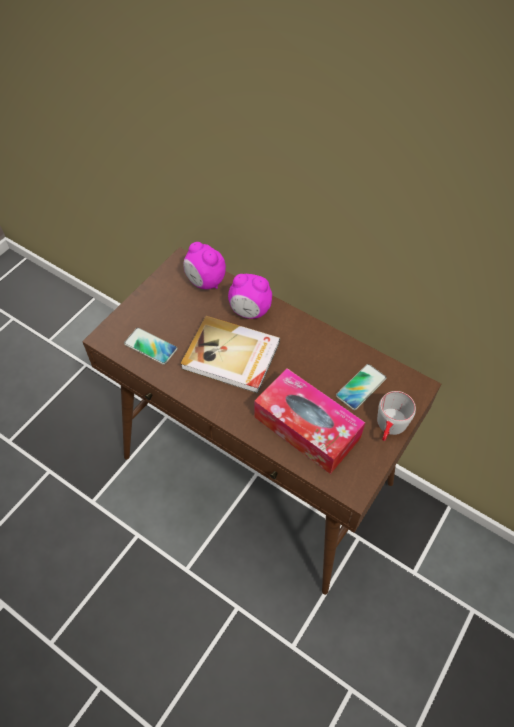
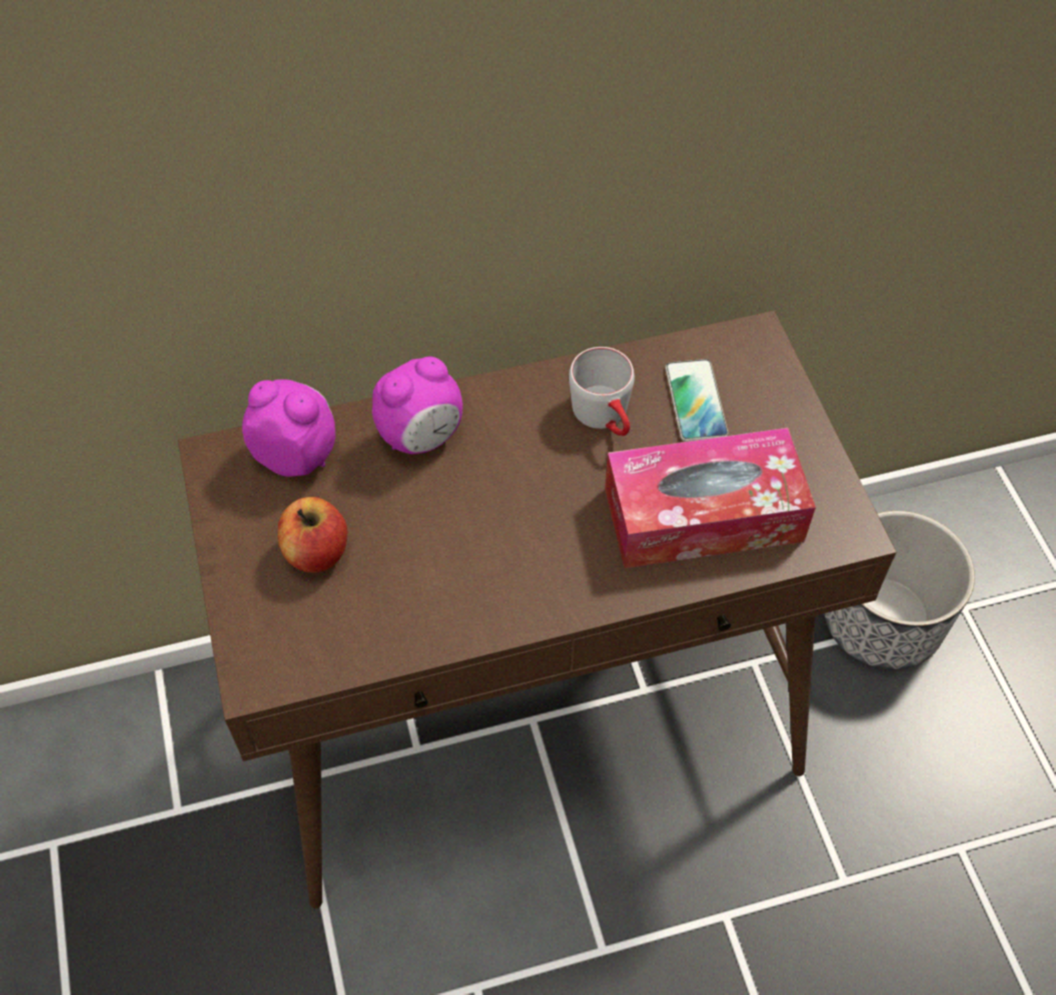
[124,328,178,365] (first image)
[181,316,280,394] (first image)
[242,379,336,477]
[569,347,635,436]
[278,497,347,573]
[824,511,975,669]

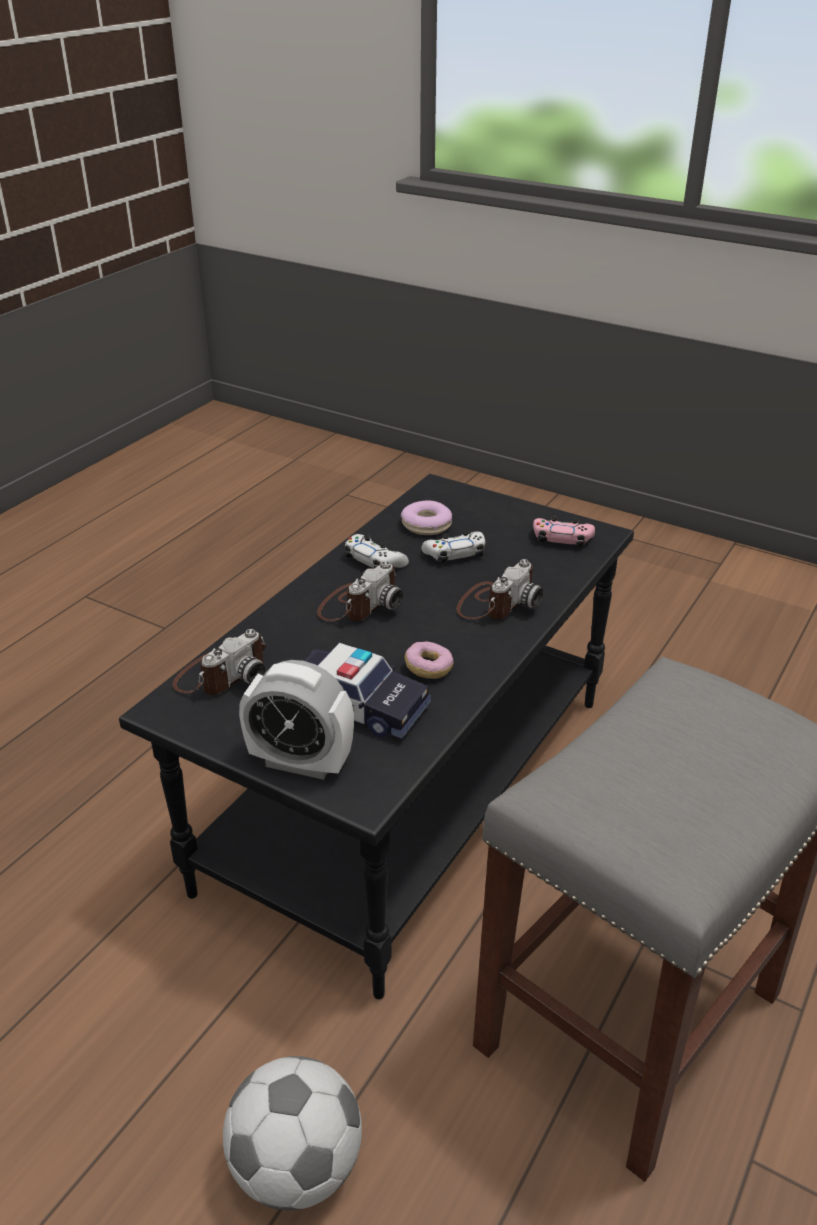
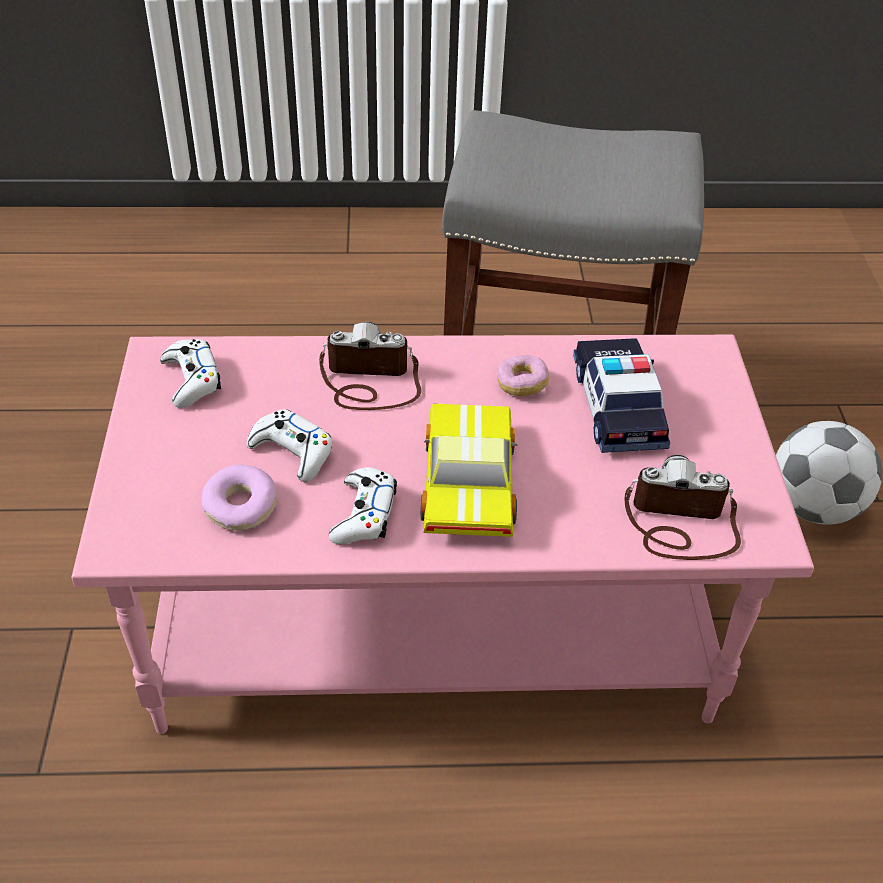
[71,335,814,734]
[239,660,354,780] (first image)
[420,403,518,537]
[160,339,221,408]

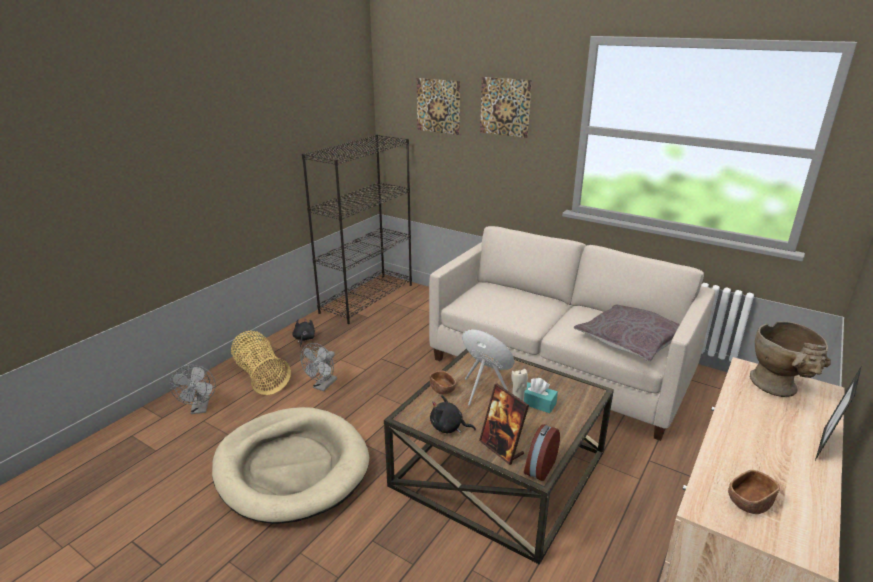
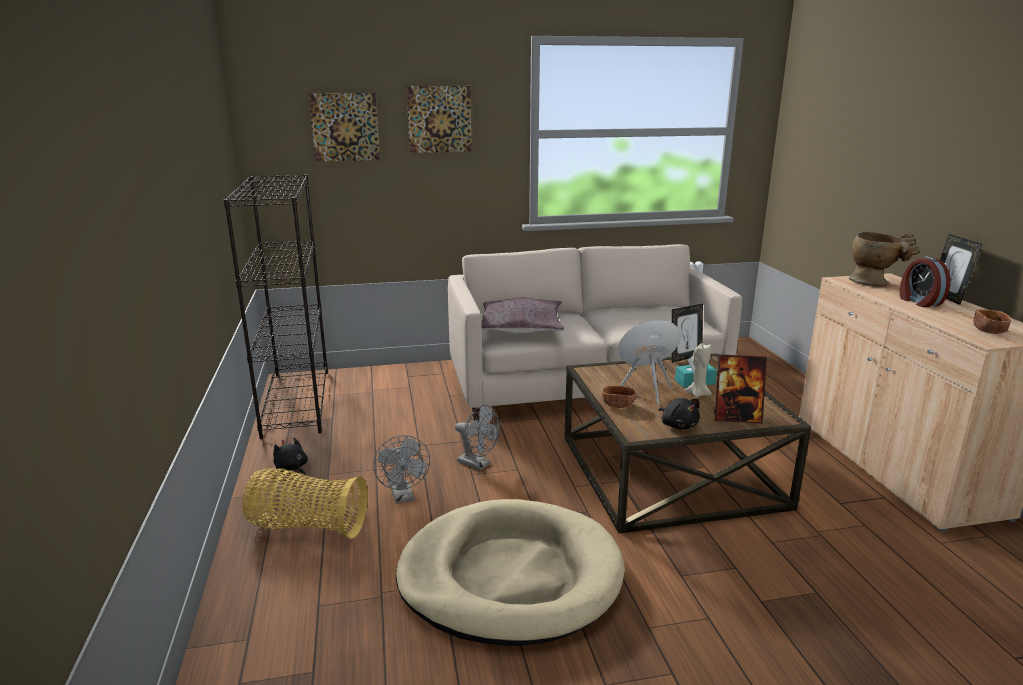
[455,405,500,471]
[658,398,700,429]
[900,256,950,307]
[481,298,564,334]
[672,304,703,363]

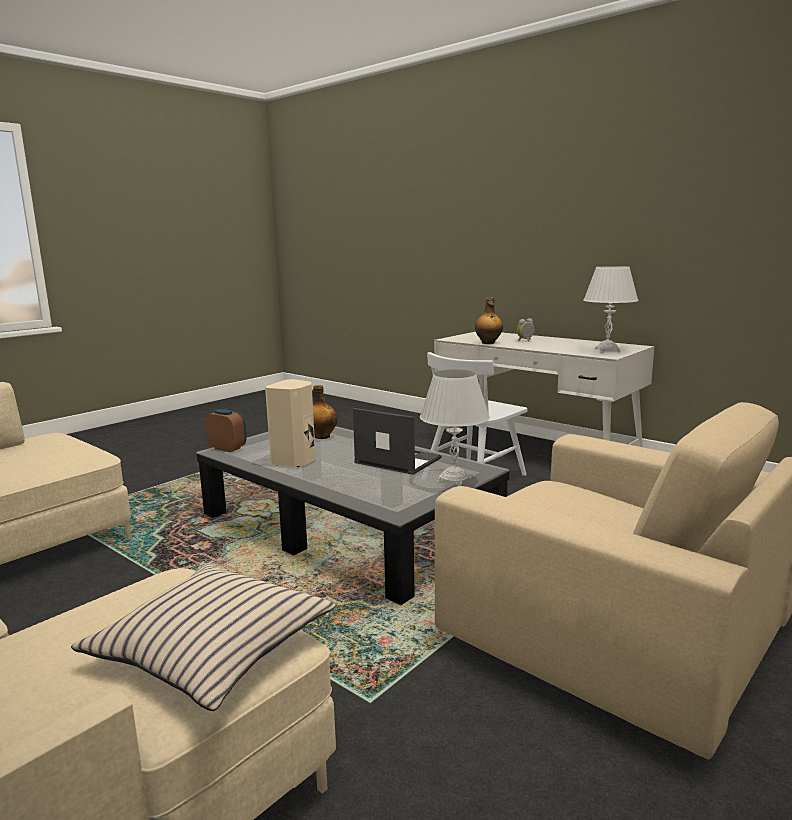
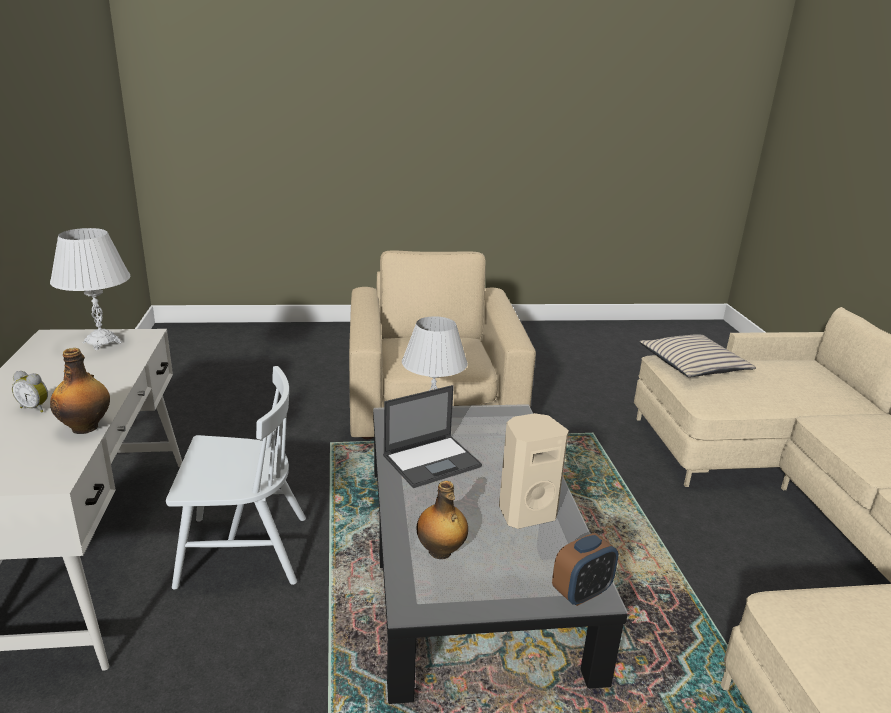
[552,533,618,606]
[383,385,482,488]

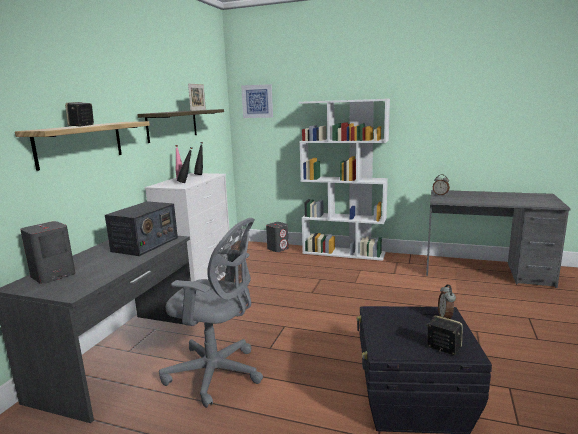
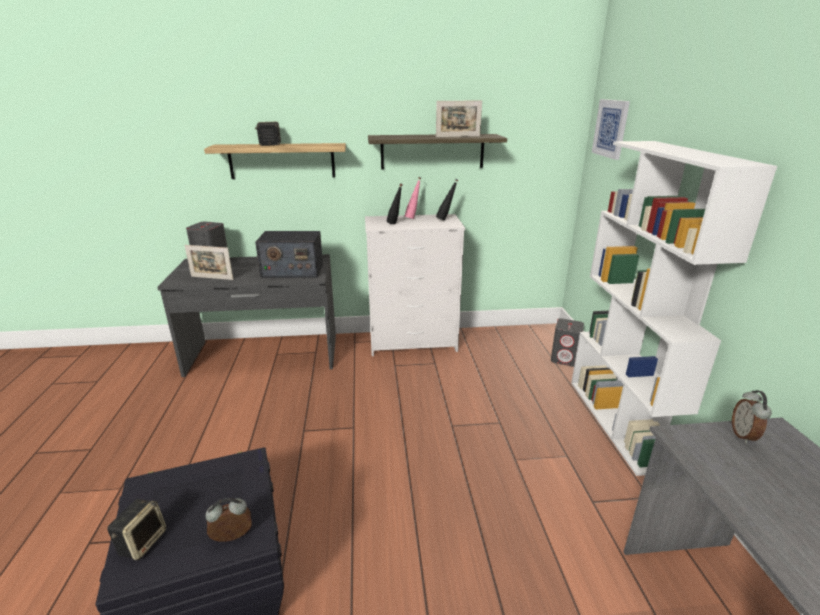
[159,218,263,408] (first image)
[185,245,233,280]

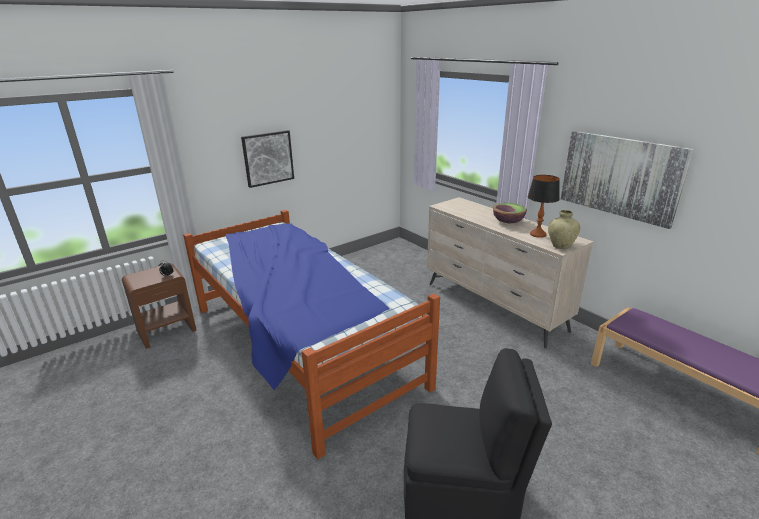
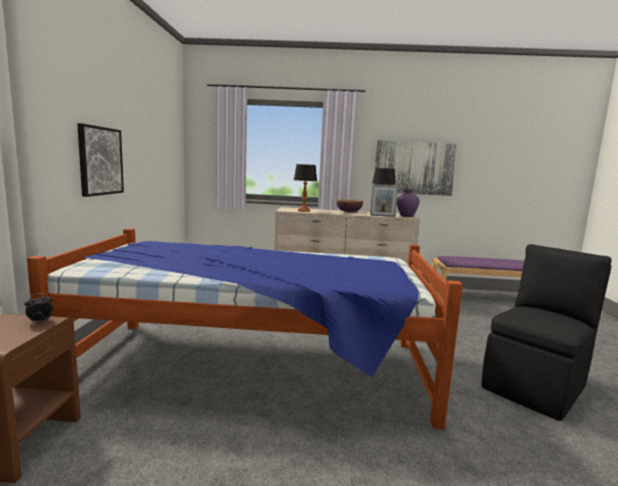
[397,188,419,217]
[294,164,317,212]
[370,185,398,217]

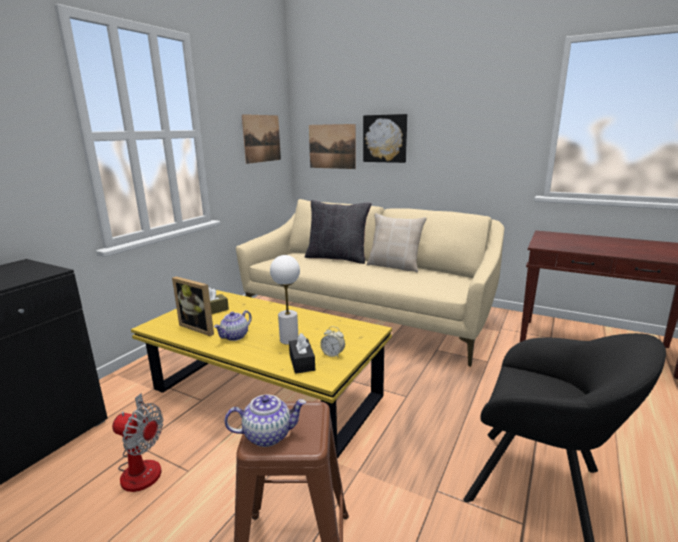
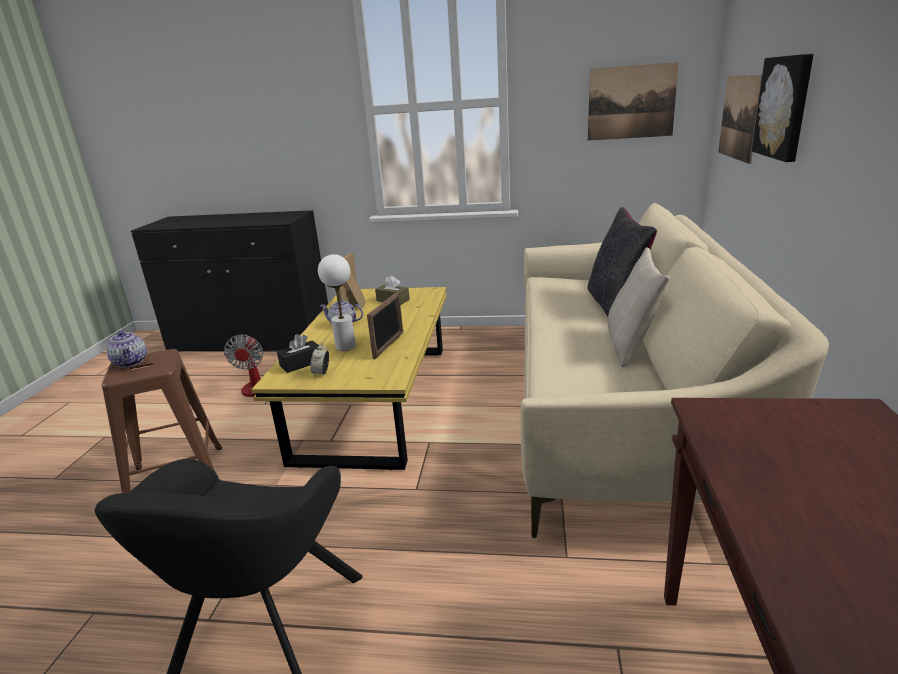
[367,292,403,359]

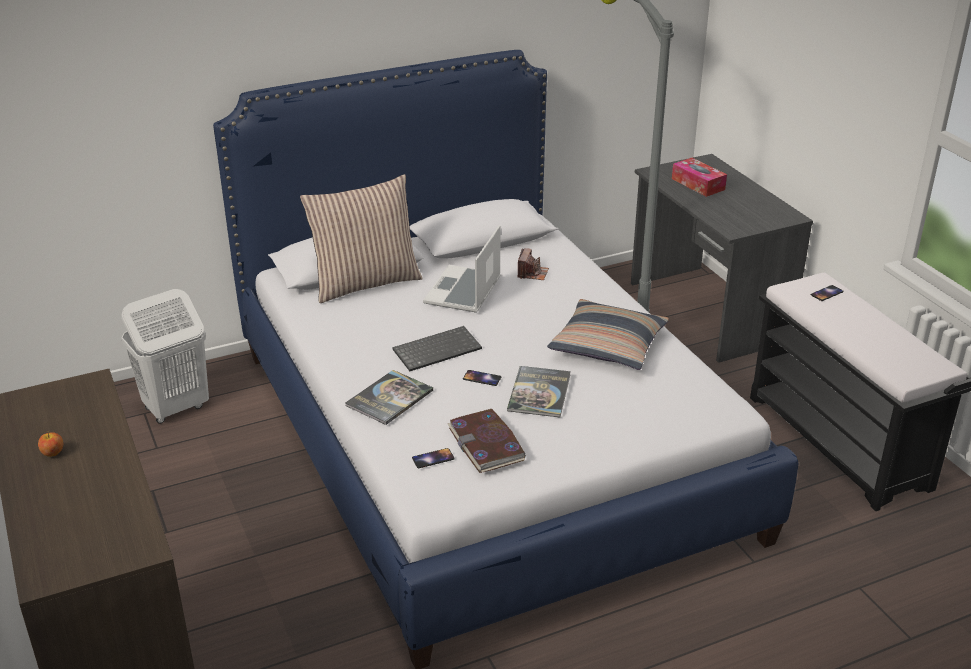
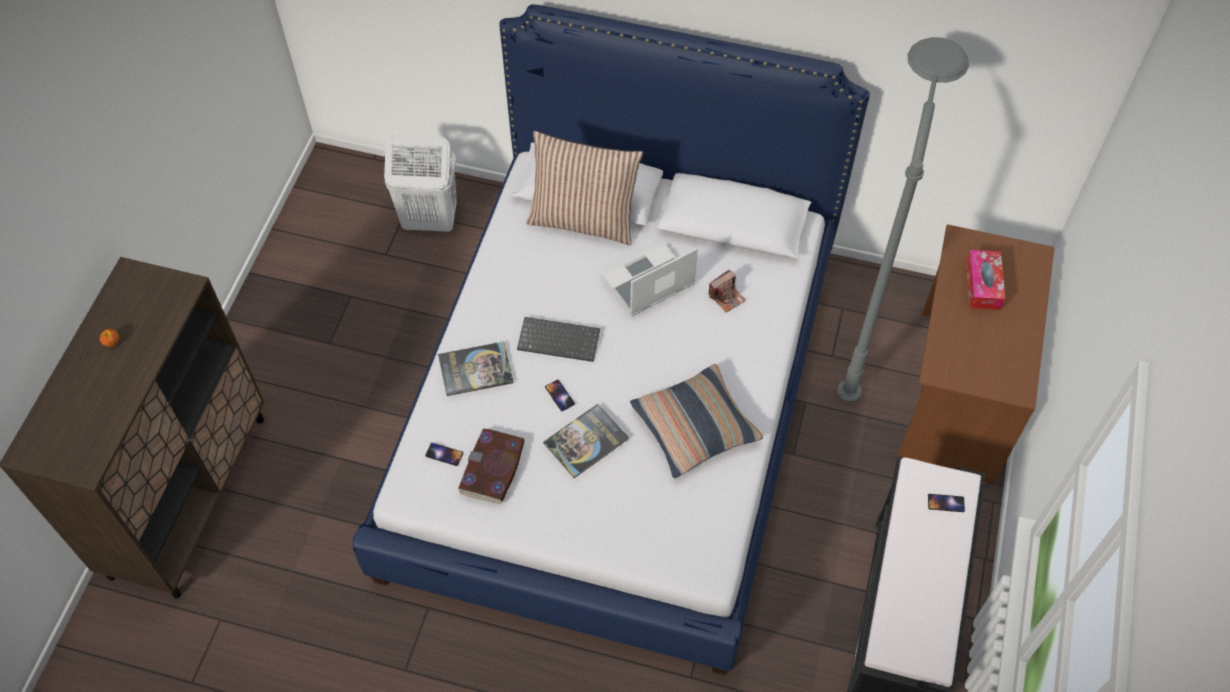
[896,224,1055,484]

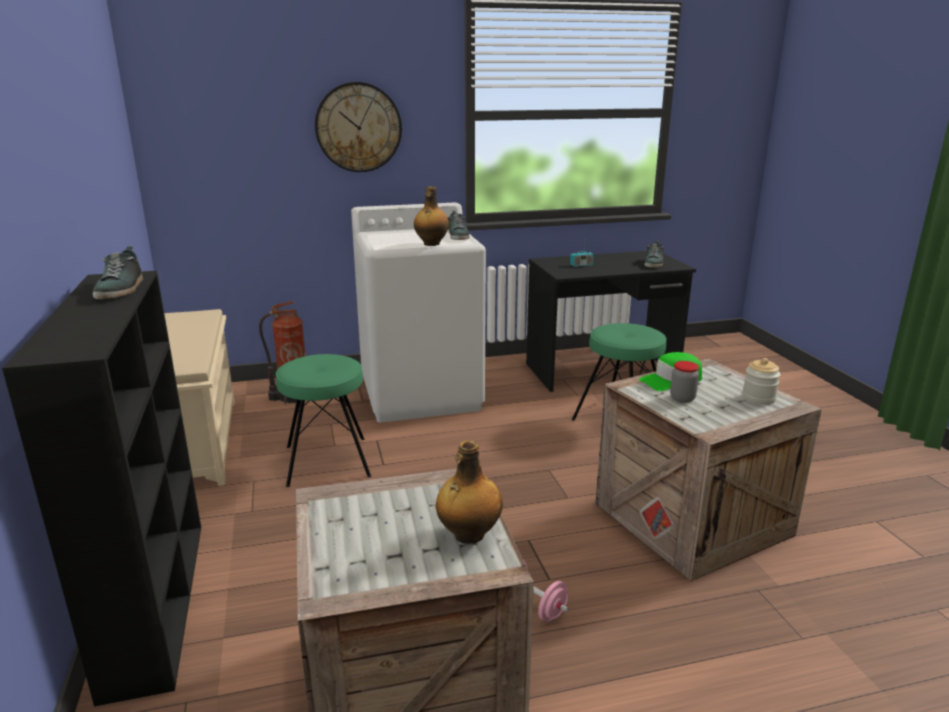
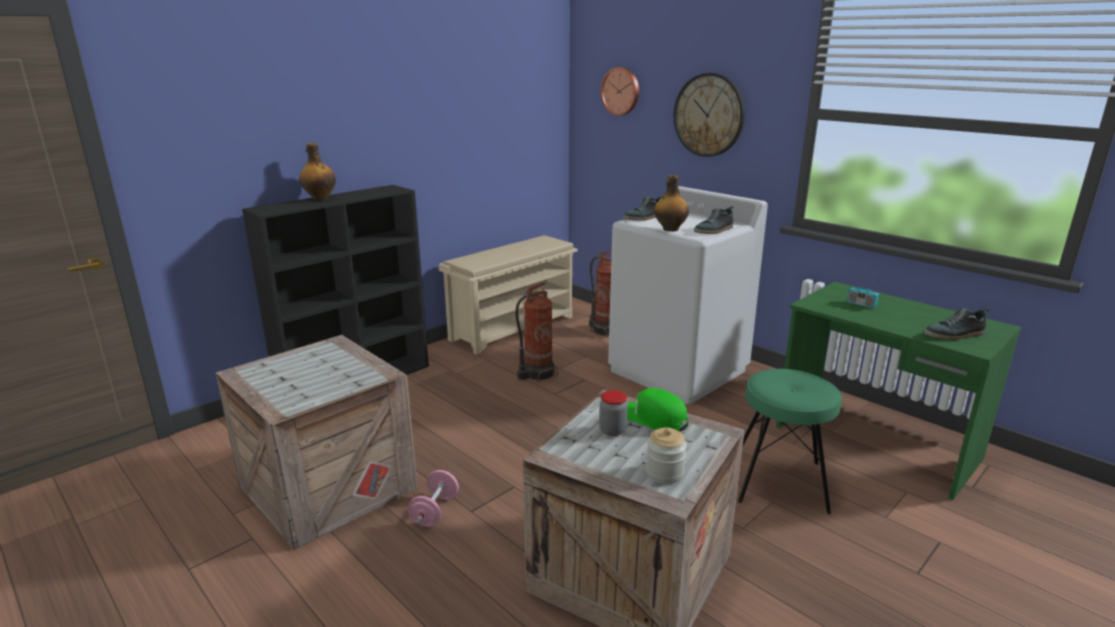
[623,195,663,221]
[515,282,558,381]
[299,143,336,201]
[776,282,1021,500]
[601,67,639,116]

